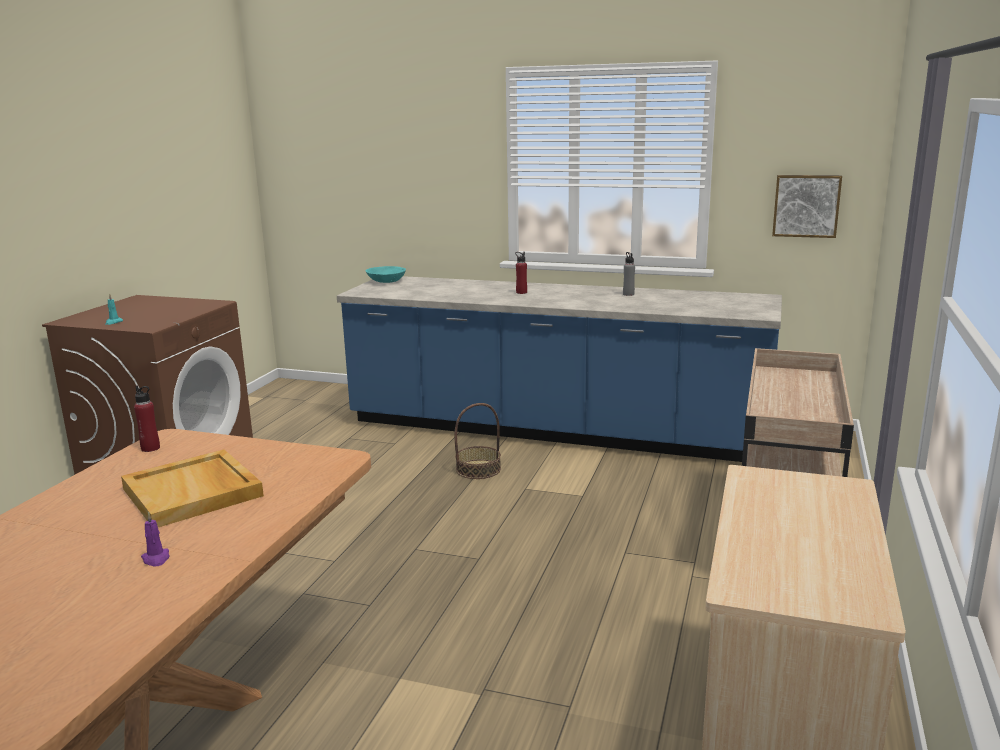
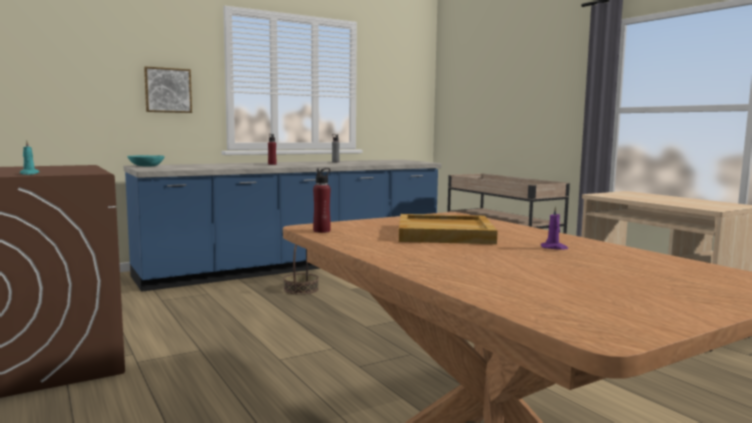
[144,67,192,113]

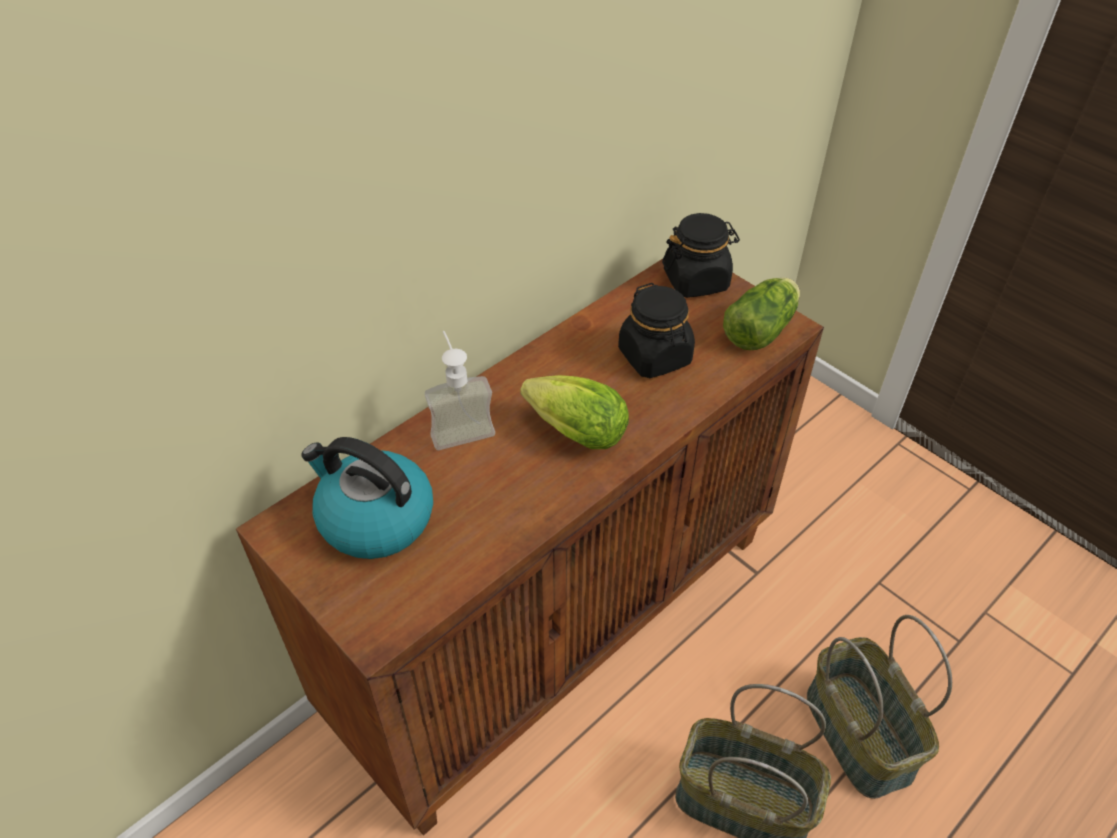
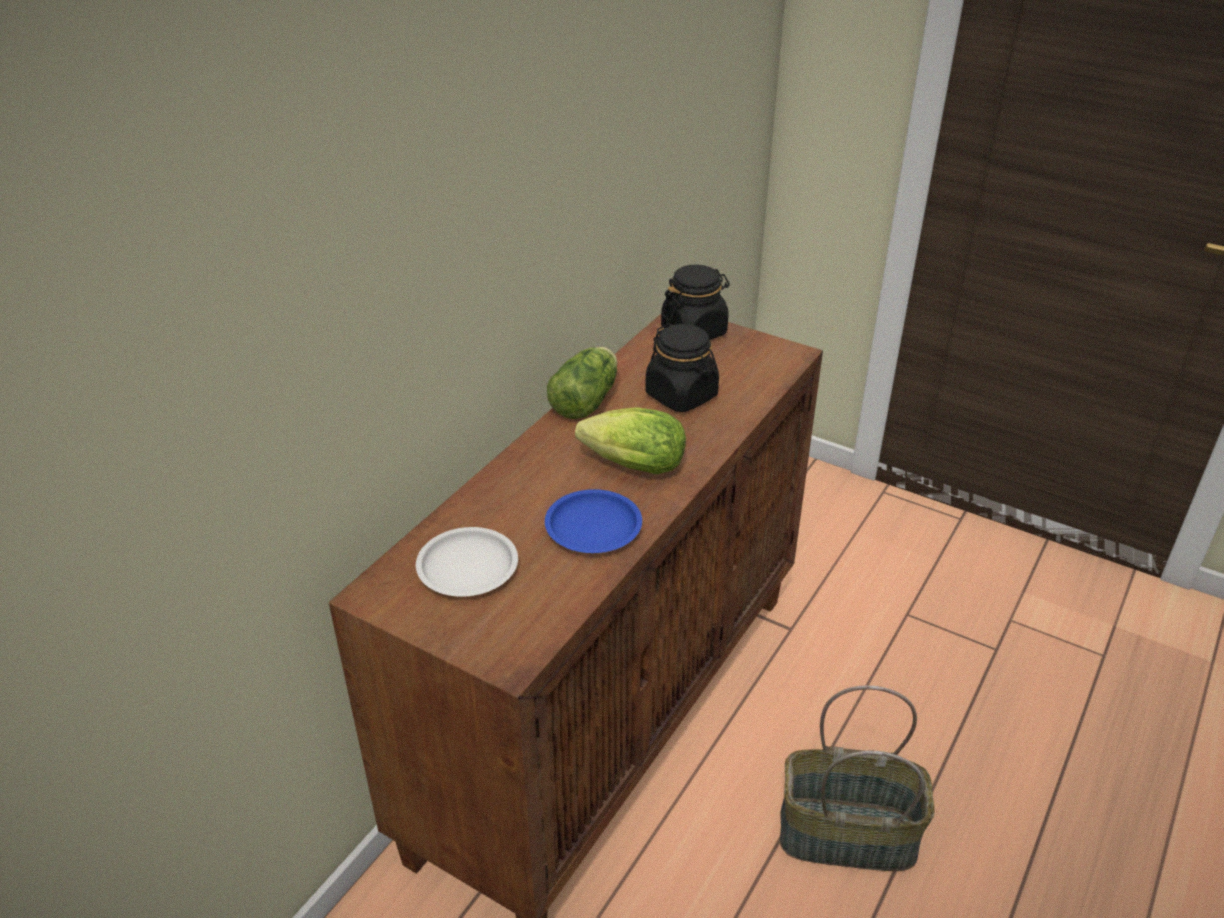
[416,527,518,597]
[425,331,495,450] (first image)
[547,347,617,419]
[807,615,952,799] (first image)
[545,489,642,553]

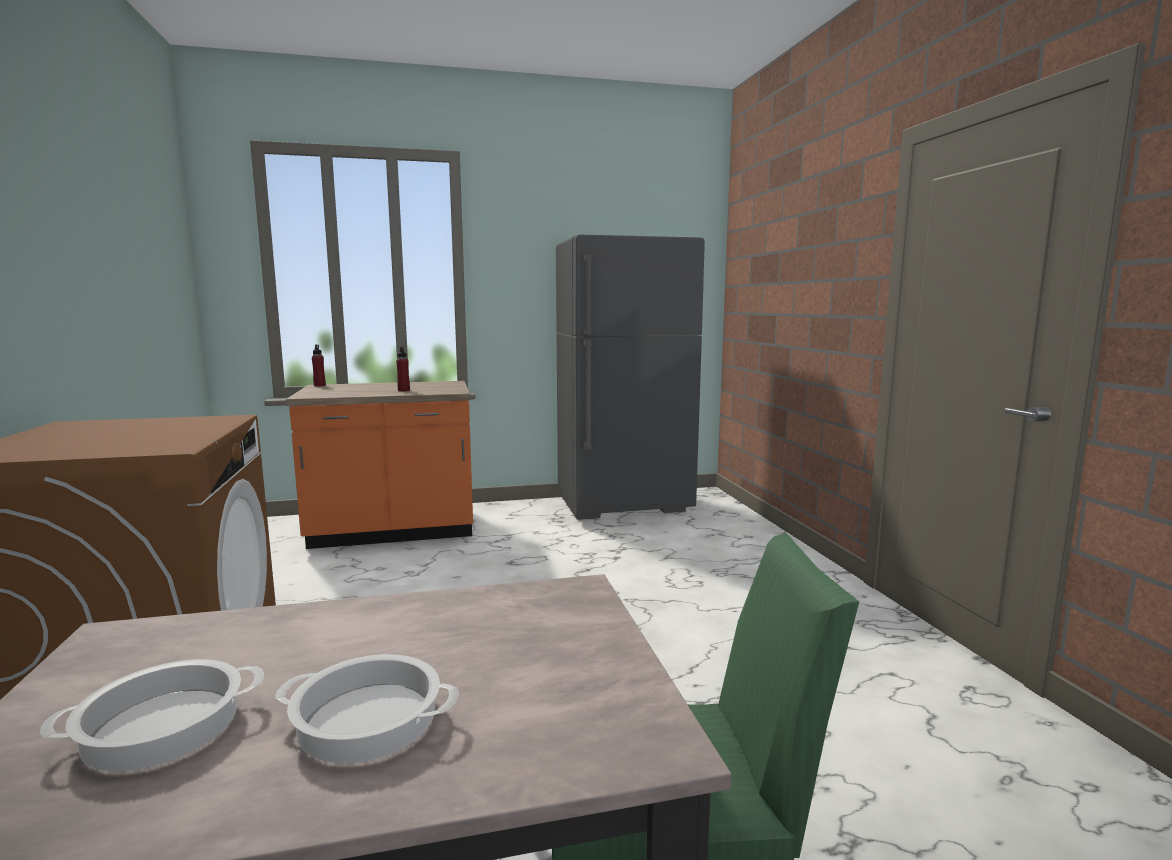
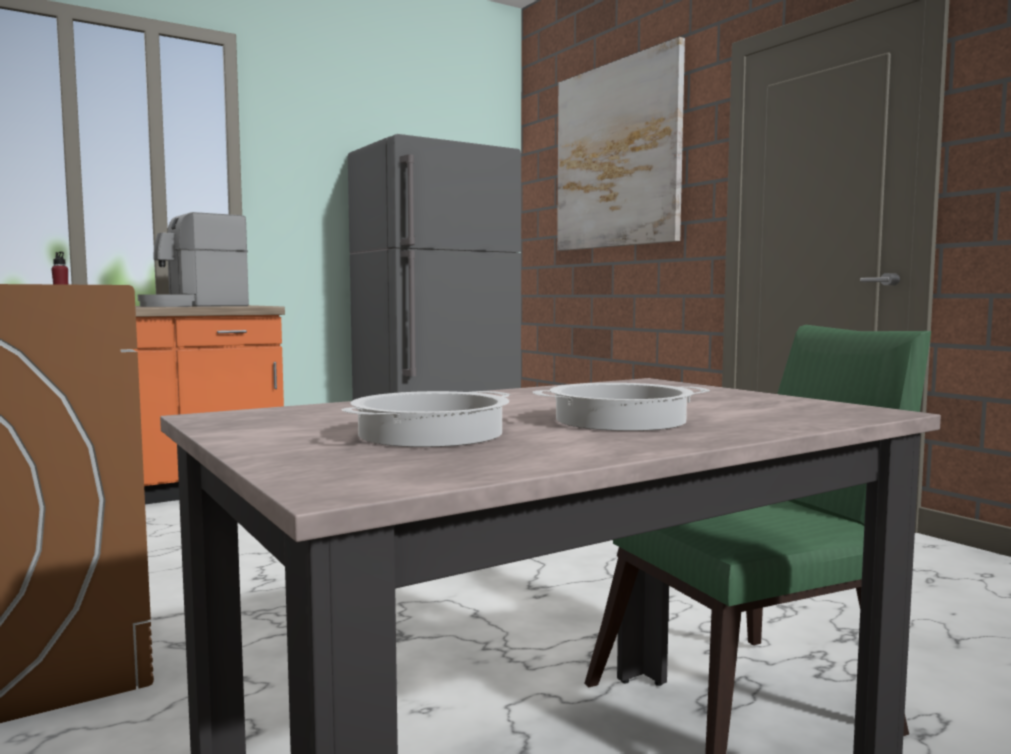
[138,212,249,307]
[557,37,685,251]

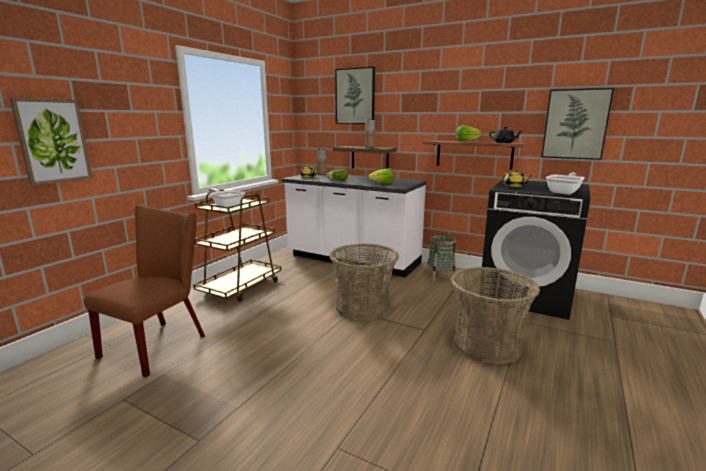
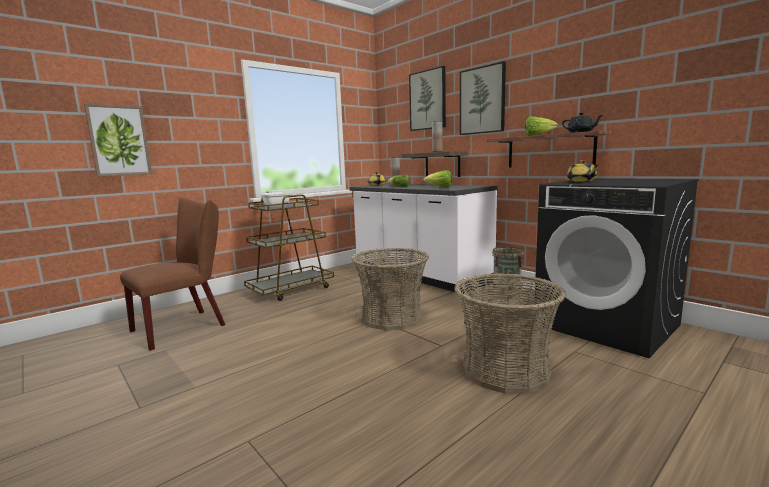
[460,61,506,135]
[546,172,585,195] (first image)

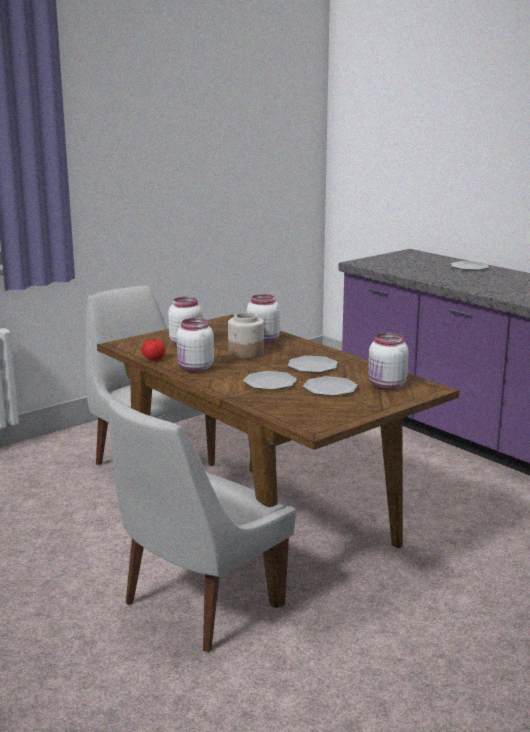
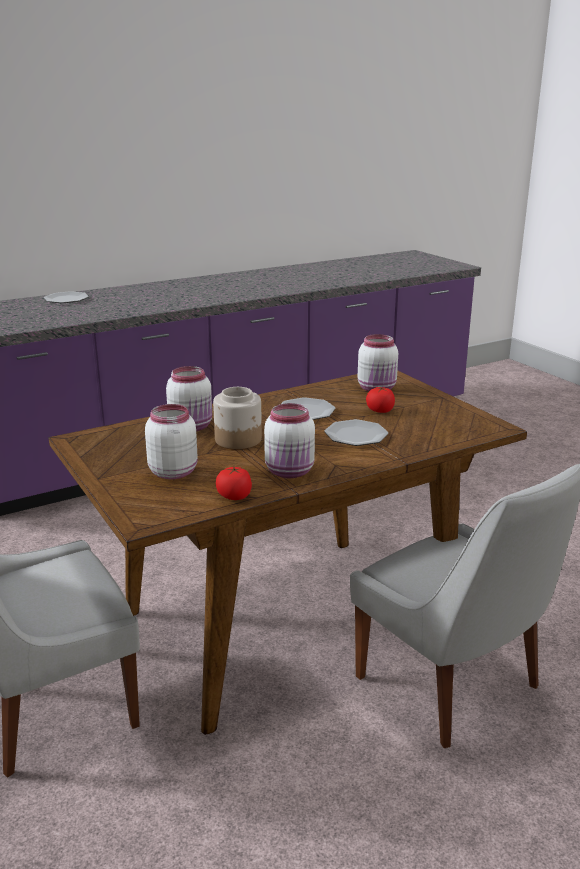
[366,387,395,413]

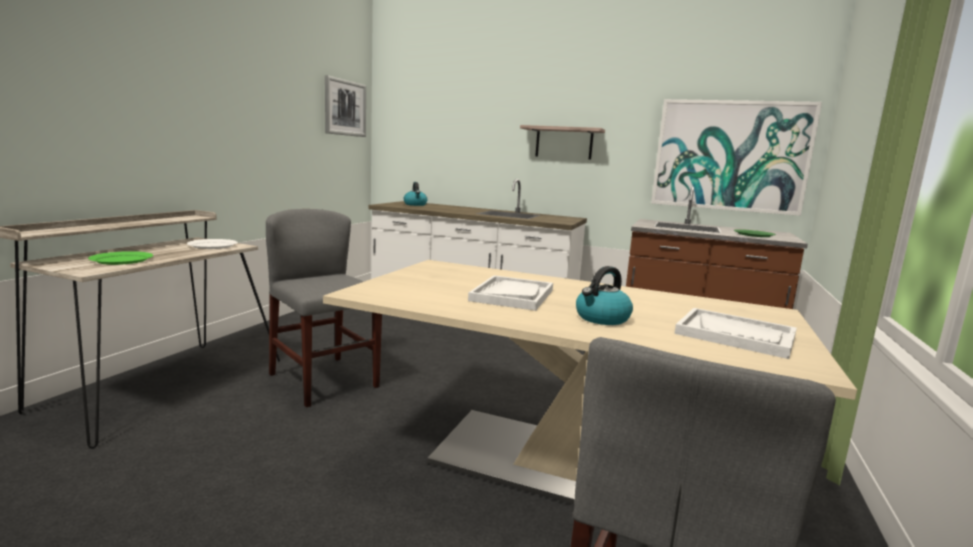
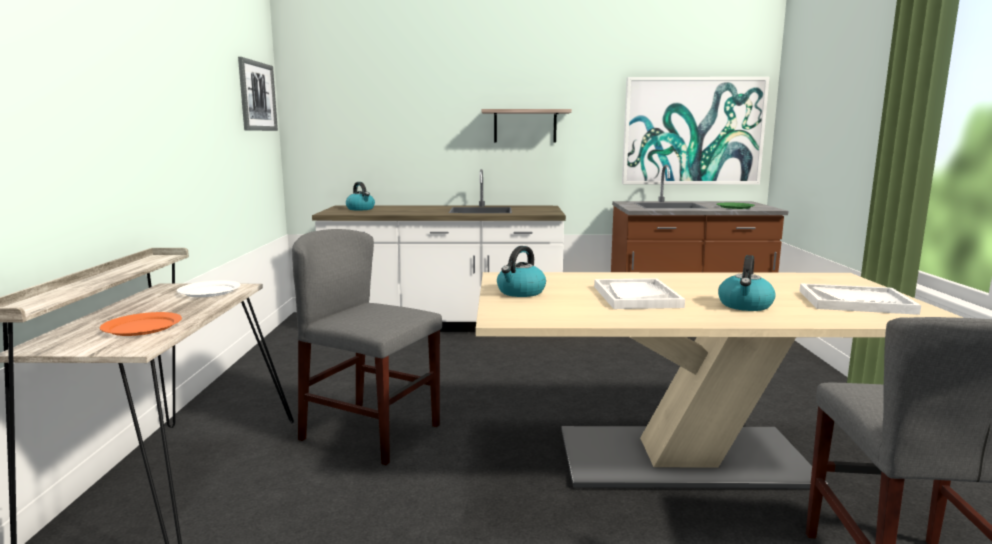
[100,312,182,336]
[497,246,546,297]

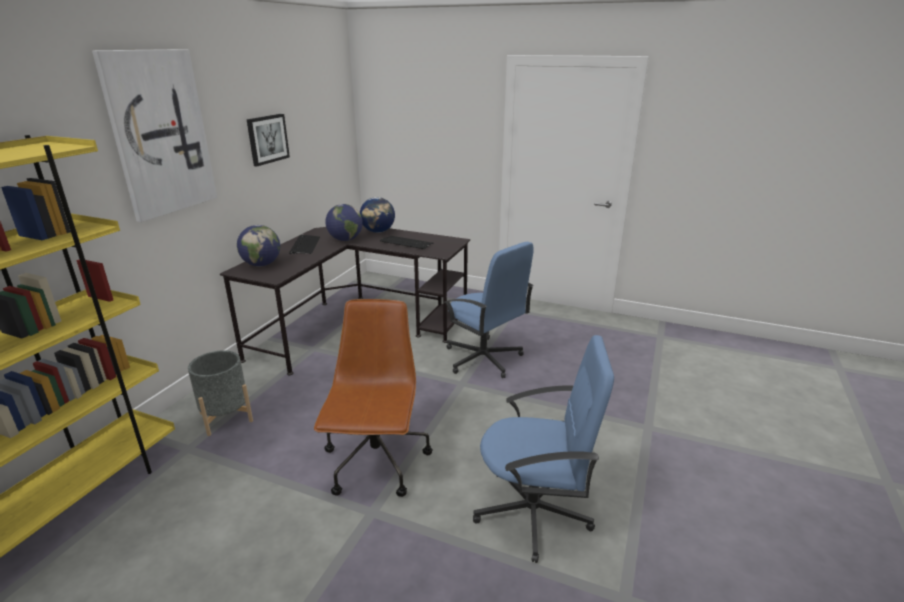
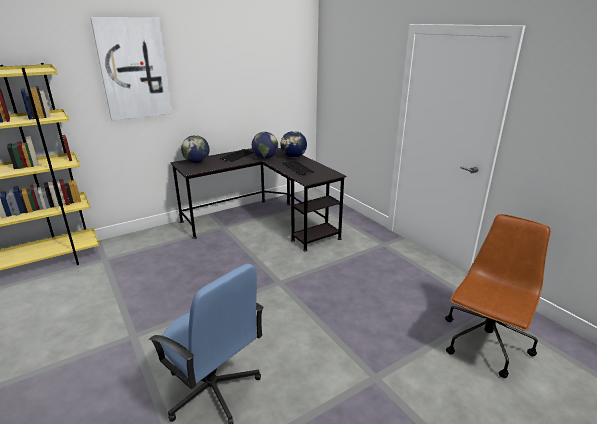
[188,350,253,436] (first image)
[247,114,290,166] (first image)
[445,214,551,378]
[444,242,534,378] (first image)

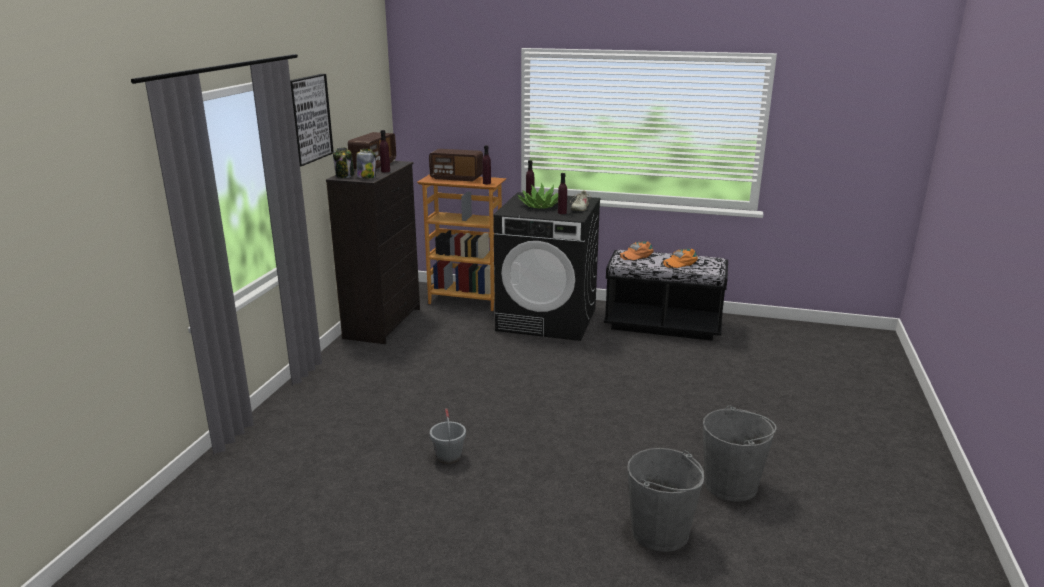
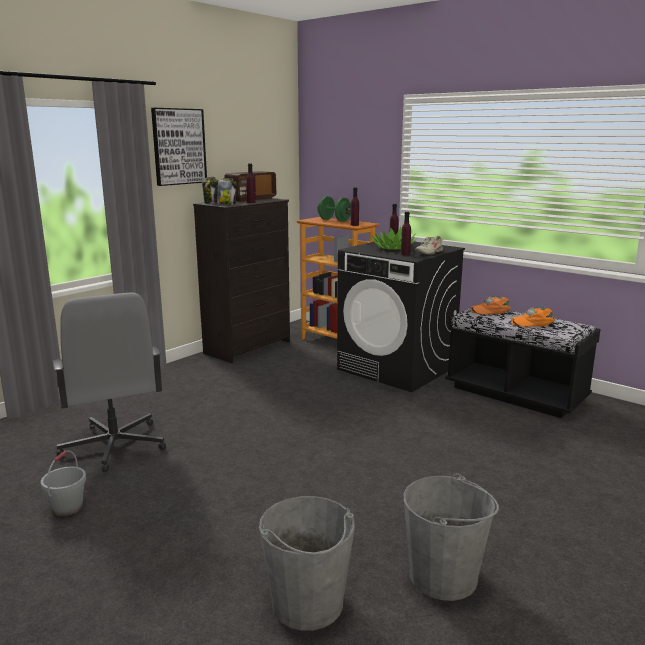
[317,196,351,222]
[41,450,86,516]
[52,292,166,472]

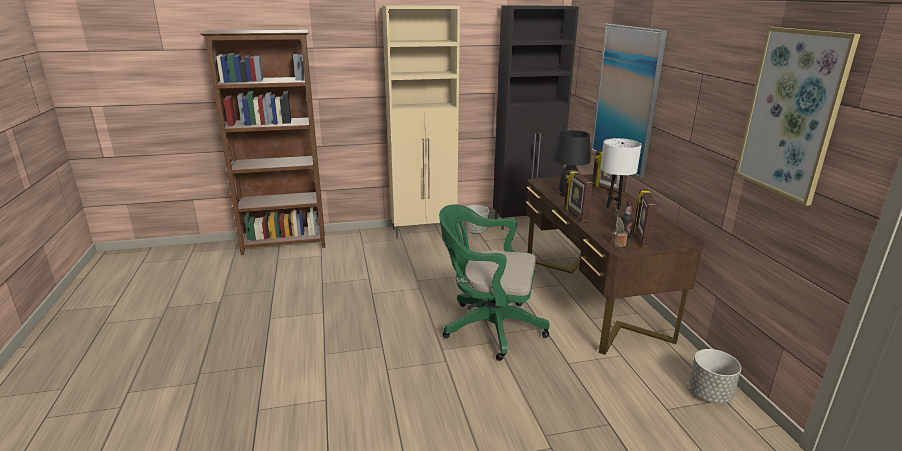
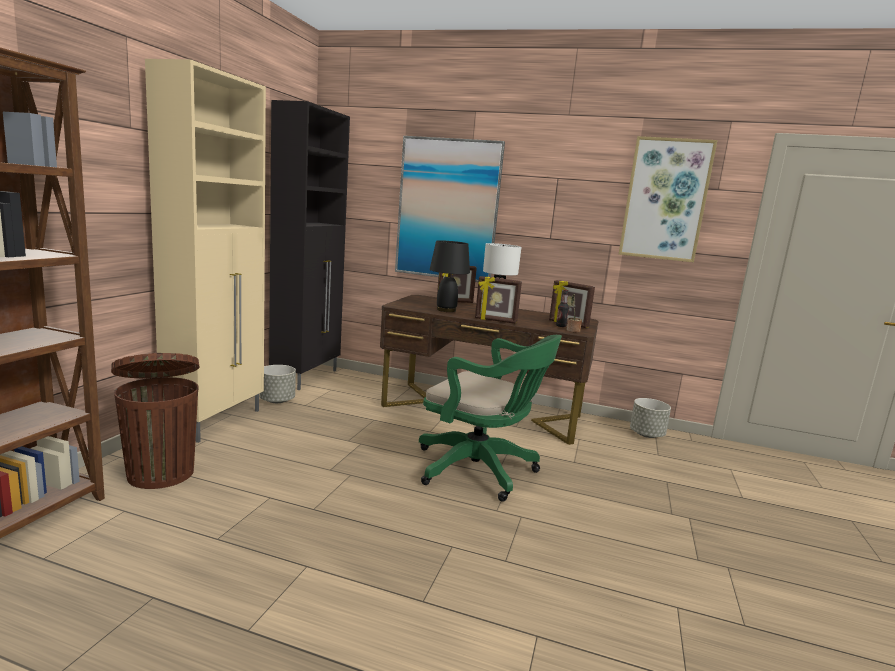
[419,335,562,502]
[111,353,199,489]

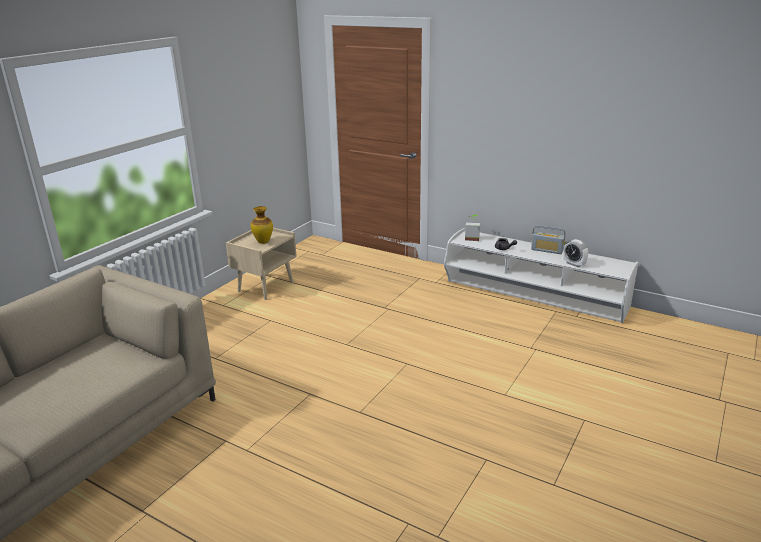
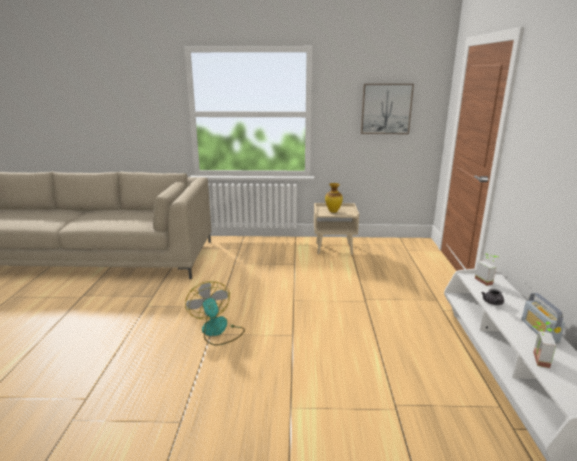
[532,322,556,368]
[185,281,245,346]
[361,84,414,134]

